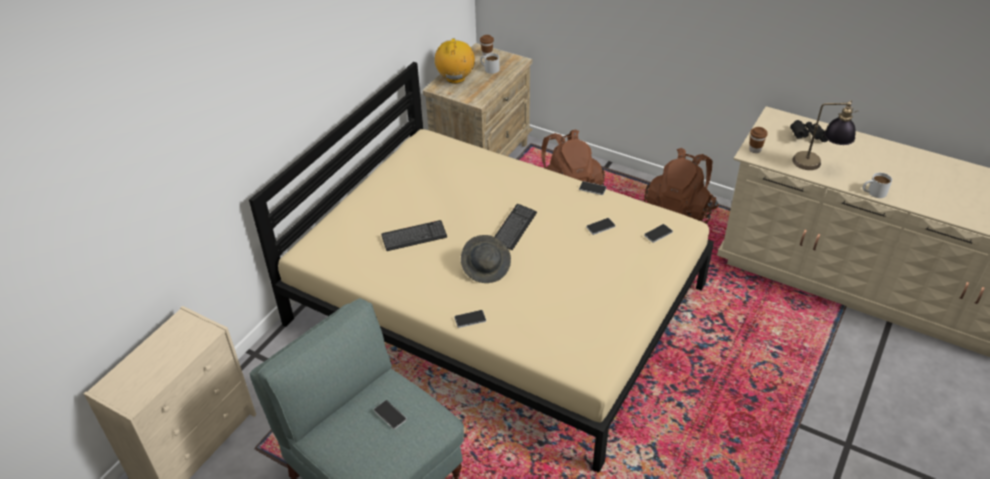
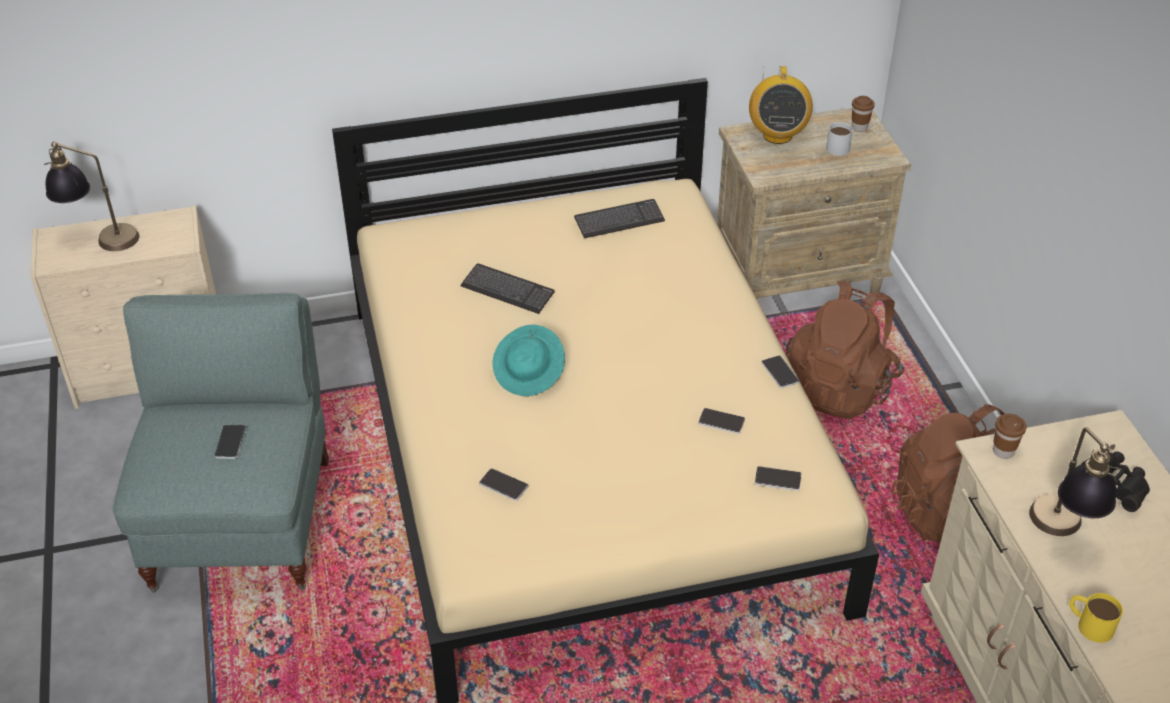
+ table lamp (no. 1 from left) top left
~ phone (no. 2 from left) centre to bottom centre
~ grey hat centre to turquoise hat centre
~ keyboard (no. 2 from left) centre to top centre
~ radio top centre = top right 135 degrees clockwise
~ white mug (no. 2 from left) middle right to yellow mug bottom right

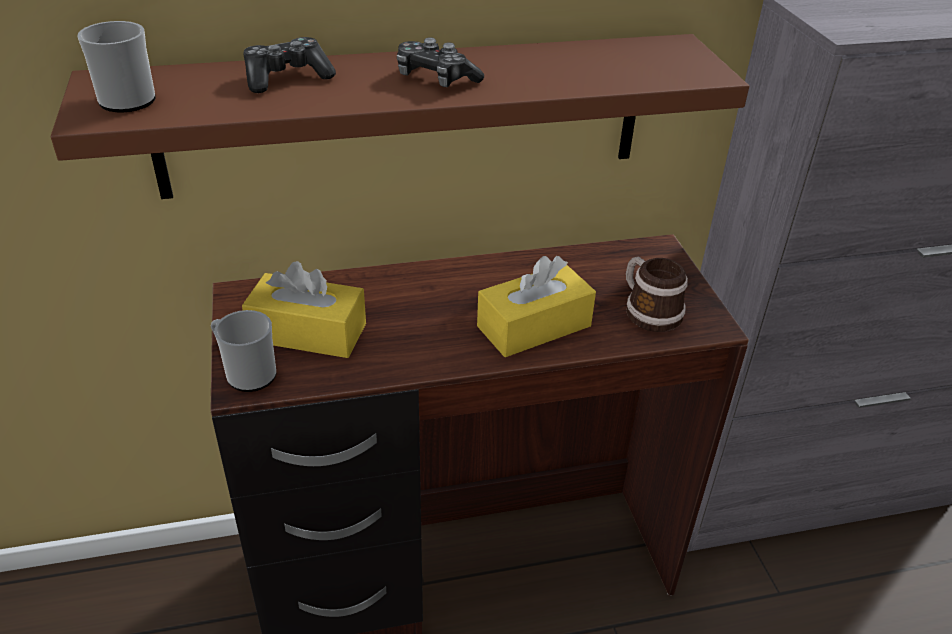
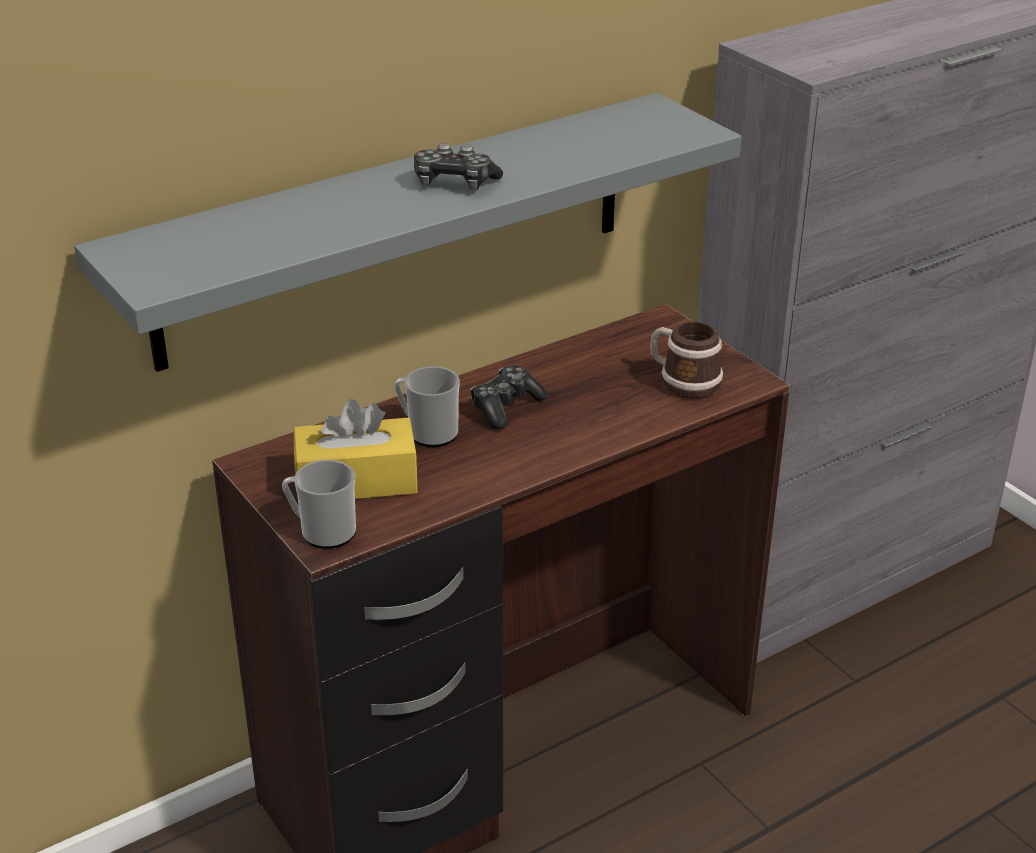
~ brown shelf top centre to grey shelf top centre
~ mug (no. 1 from left in the first image) top left to mug (no. 2 from left) centre
~ game controller (no. 1 from left in the first image) top left to game controller (no. 2 from left) centre
- yellow tissue box (no. 2 from left) centre

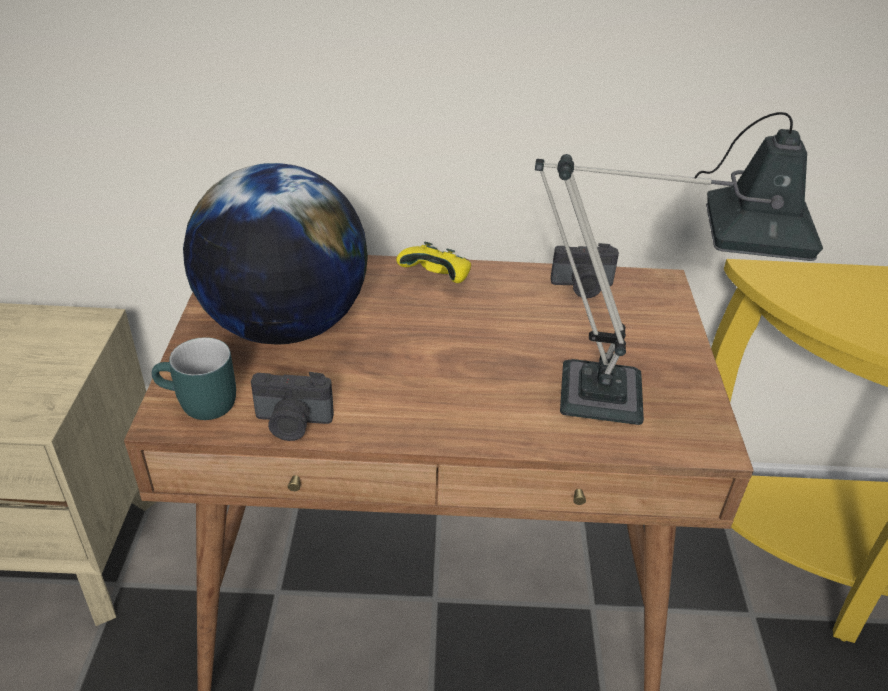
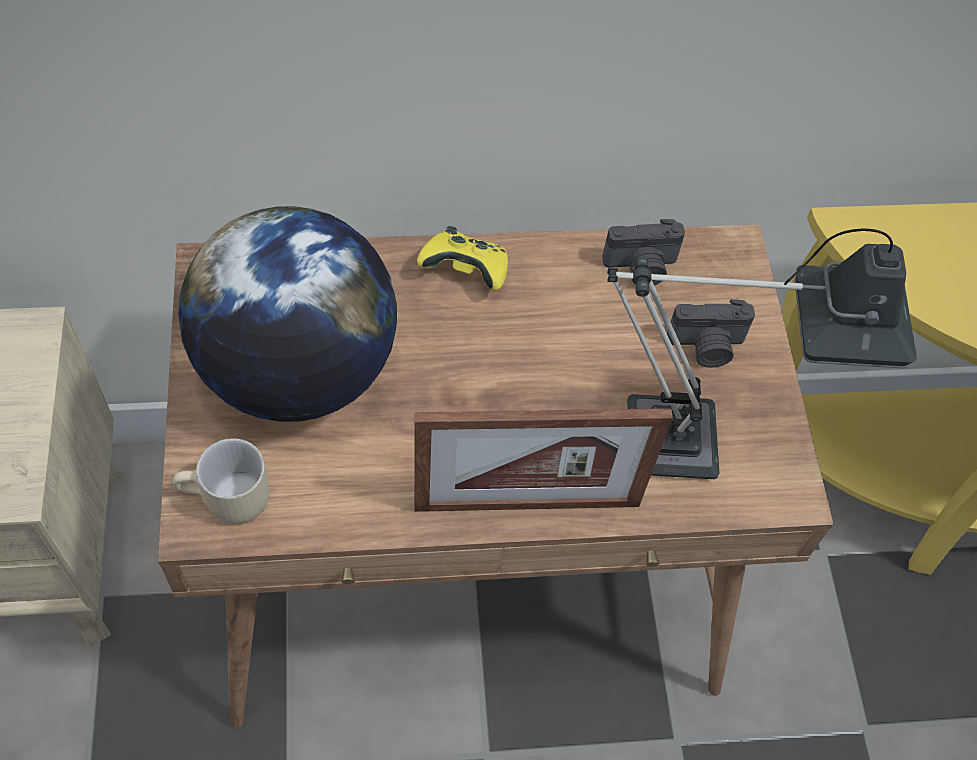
~ turquoise mug middle left to beige mug middle left
+ picture frame centre
~ photo camera (no. 1 from left in the first image) middle left to photo camera (no. 2 from left) middle right

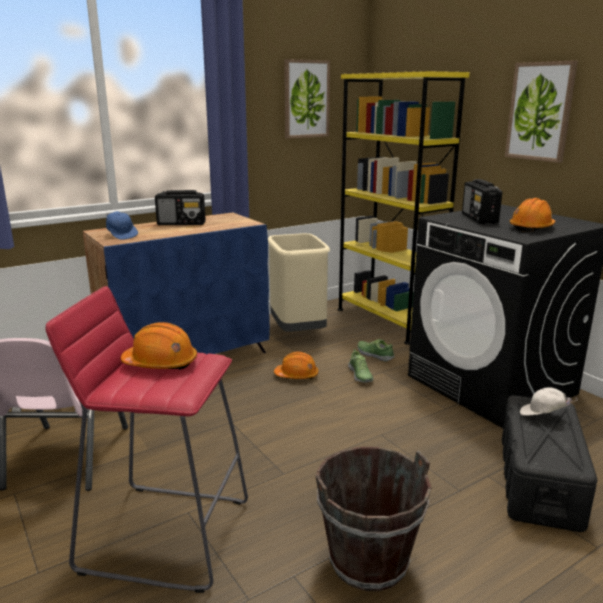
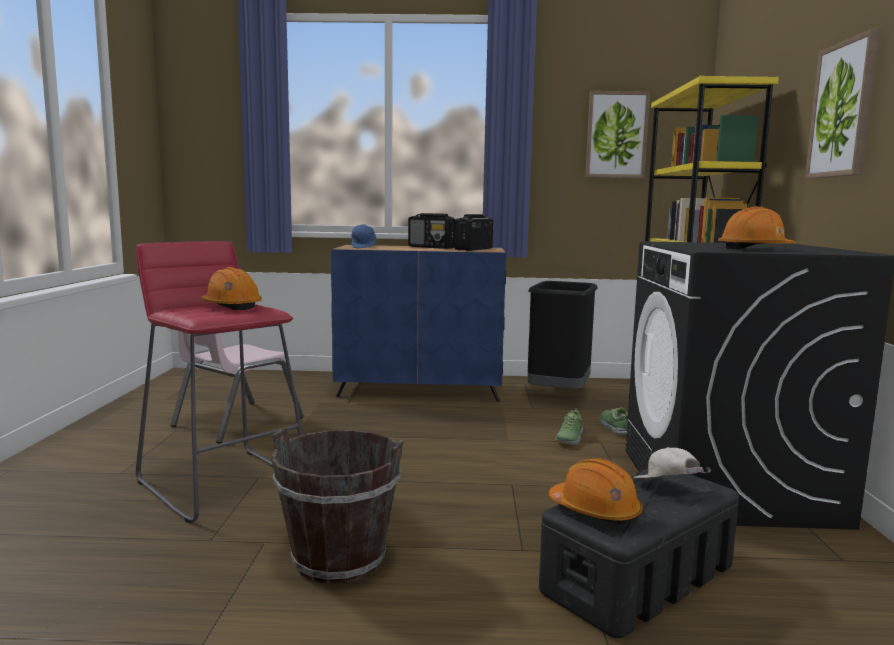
~ radio (no. 2 from left) middle right to centre
~ beige trash can centre to black trash can centre
~ orange hard hat (no. 2 from left) centre to bottom right

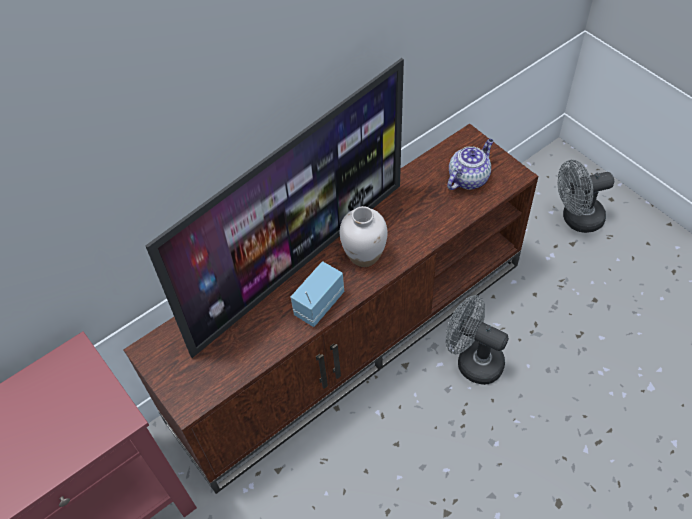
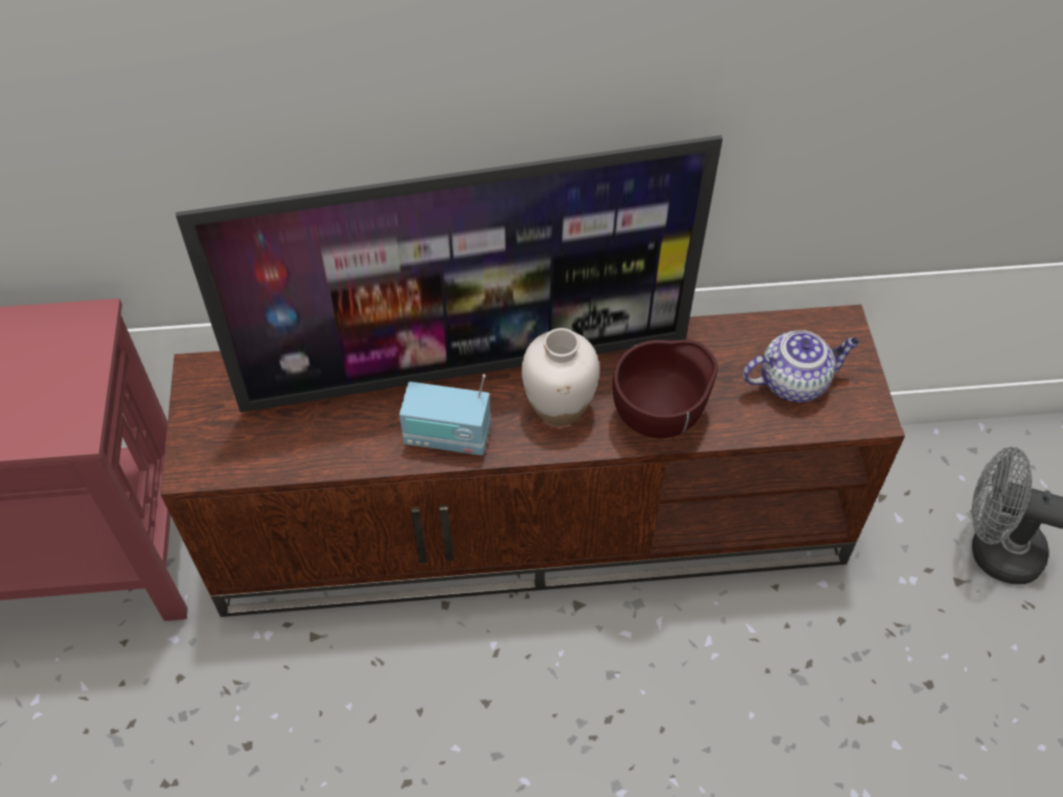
~ radio centre = centre 150 degrees counterclockwise
+ brown bowl centre
- grey fan (no. 1 from left) middle right

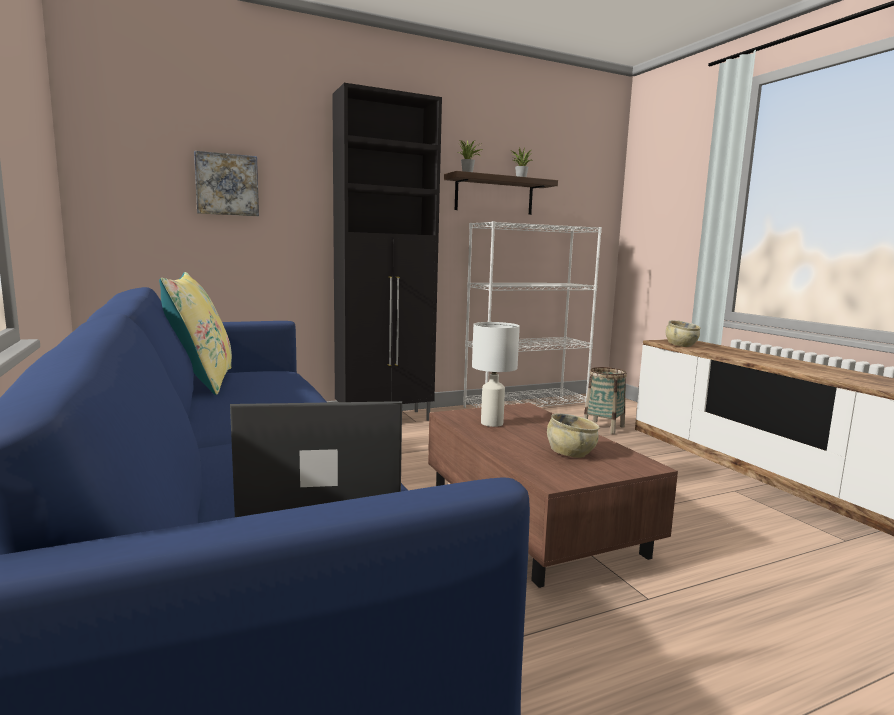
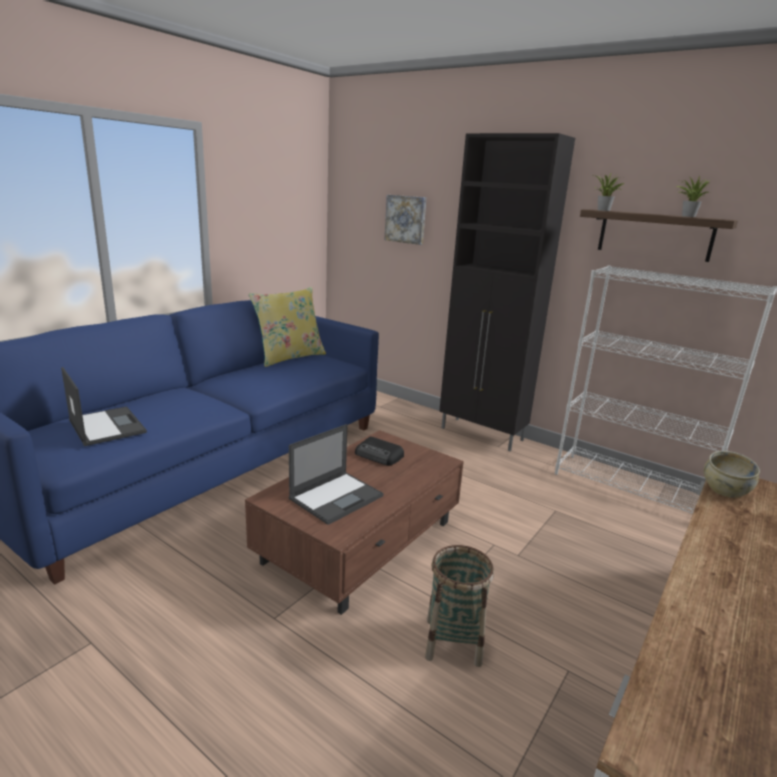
~ beige bowl (no. 1 from left) centre to laptop (no. 2 from left) centre
~ white table lamp centre to radio centre
~ basket middle right to bottom centre

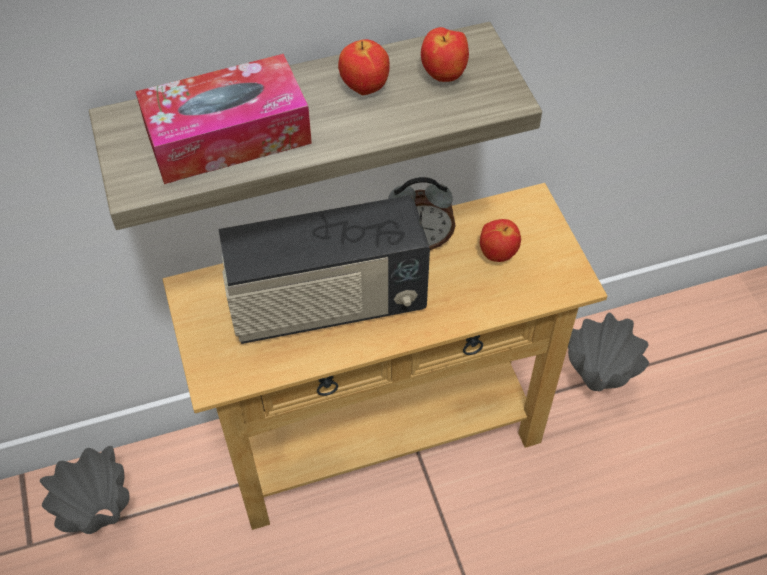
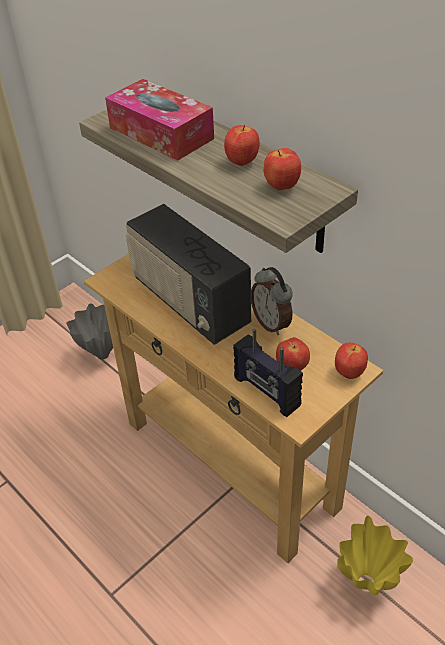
+ radio (no. 2 from left) centre
+ apple (no. 4 from left) middle right
~ grey vase (no. 2 from left) middle right to yellow vase bottom right

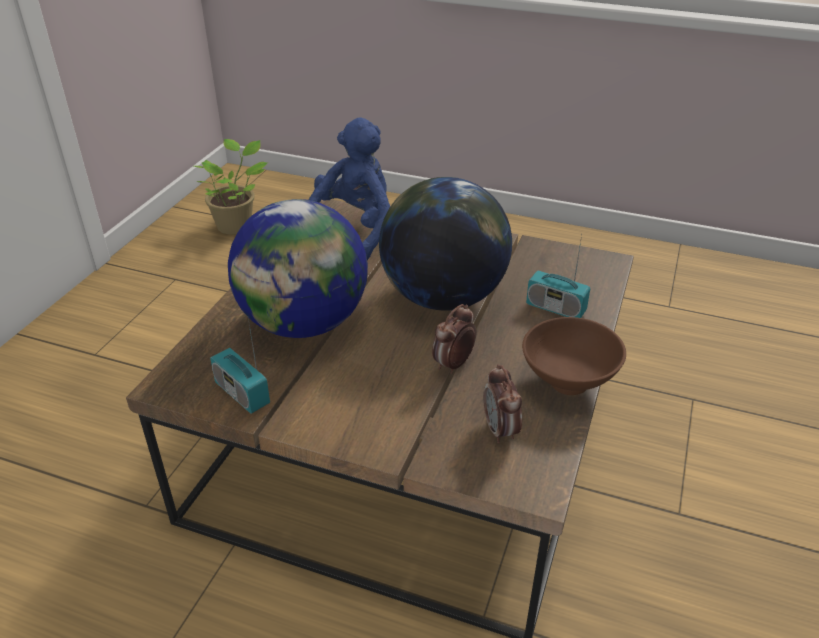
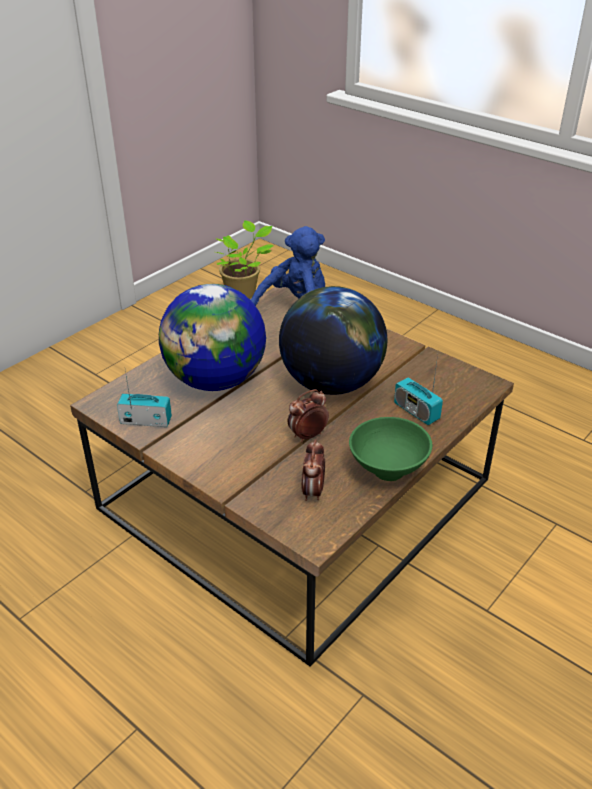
~ radio (no. 1 from left) middle left = middle left 120 degrees clockwise
~ brown bowl middle right to green bowl centre

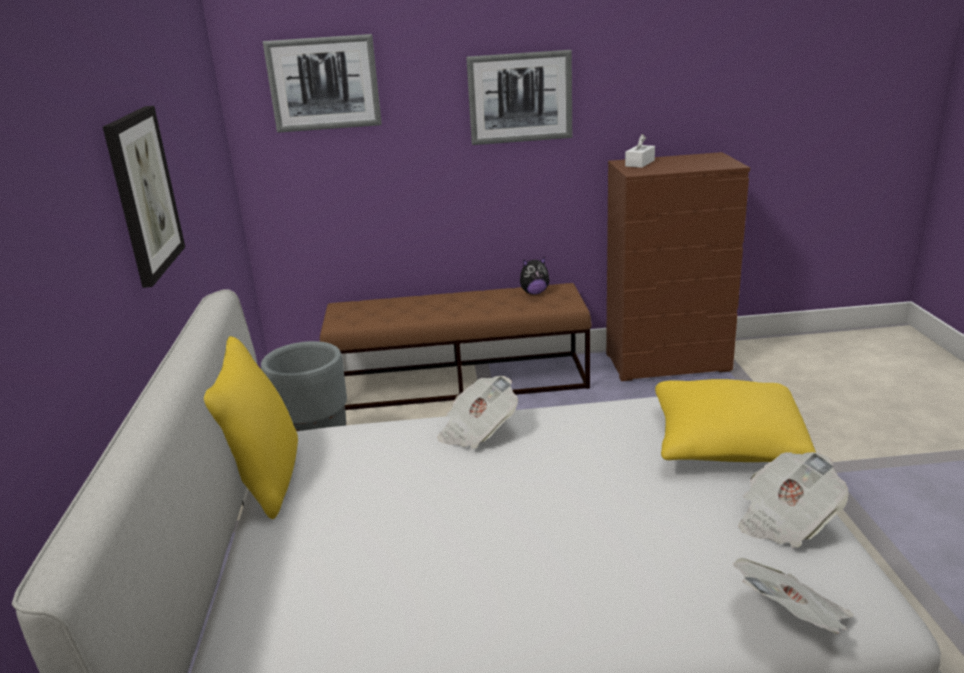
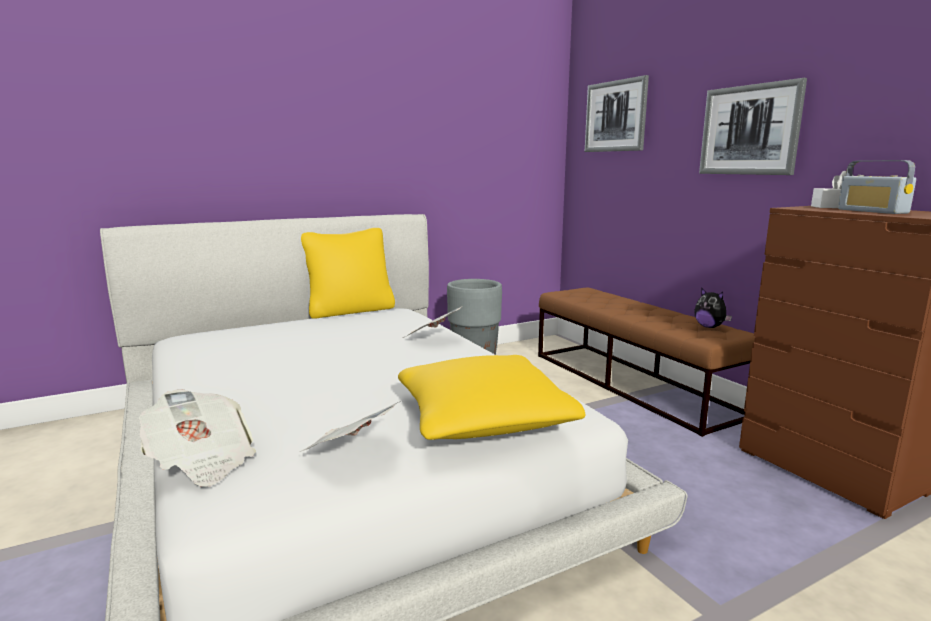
+ radio top right
- picture (no. 1 from left) top left

